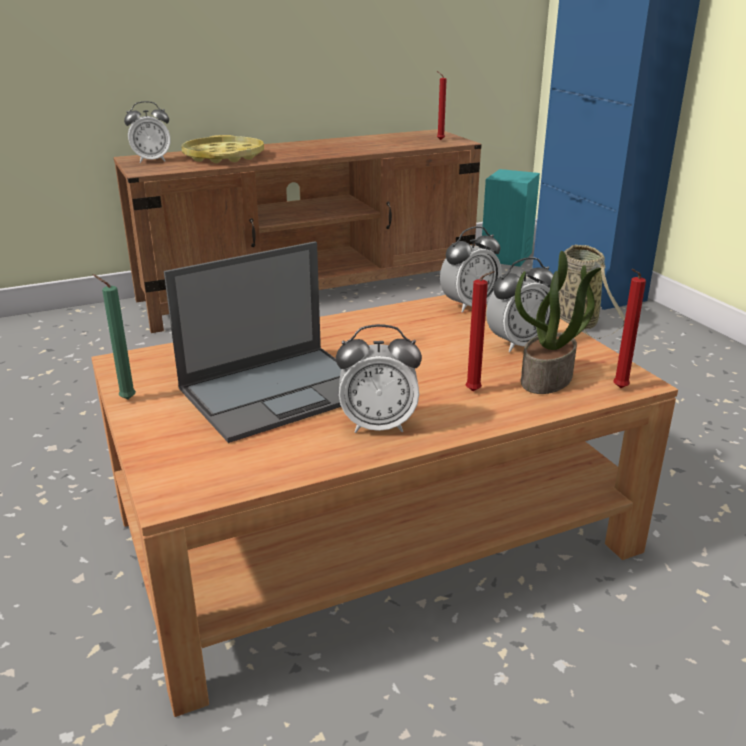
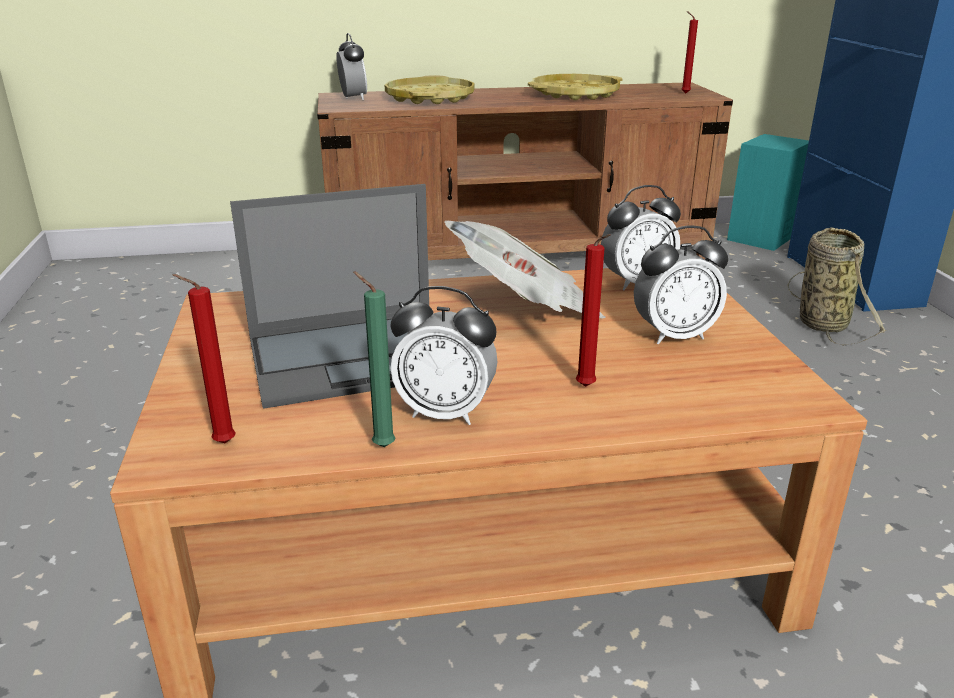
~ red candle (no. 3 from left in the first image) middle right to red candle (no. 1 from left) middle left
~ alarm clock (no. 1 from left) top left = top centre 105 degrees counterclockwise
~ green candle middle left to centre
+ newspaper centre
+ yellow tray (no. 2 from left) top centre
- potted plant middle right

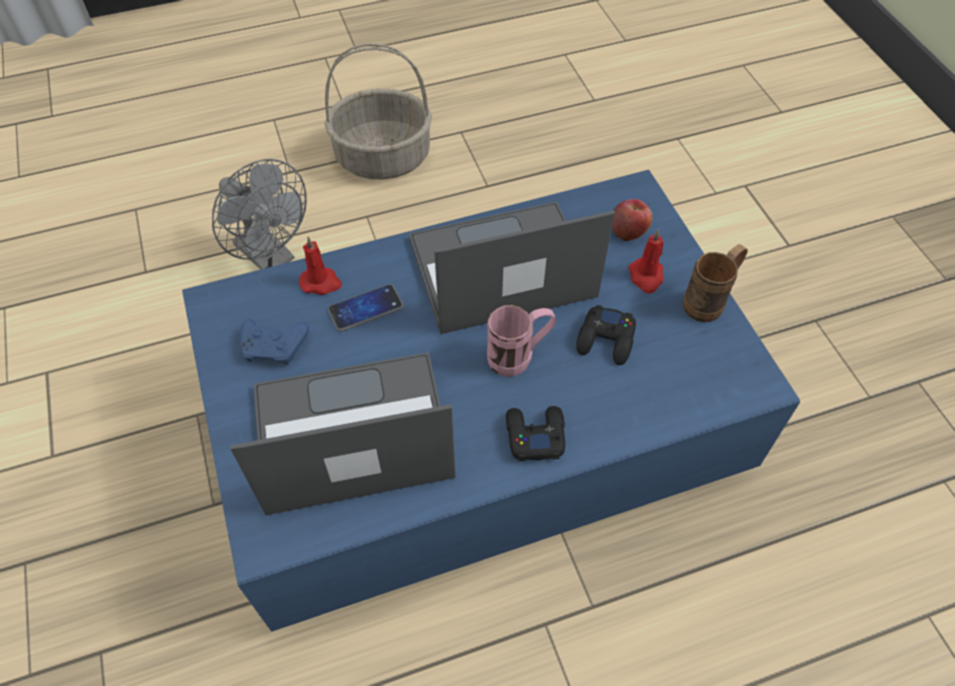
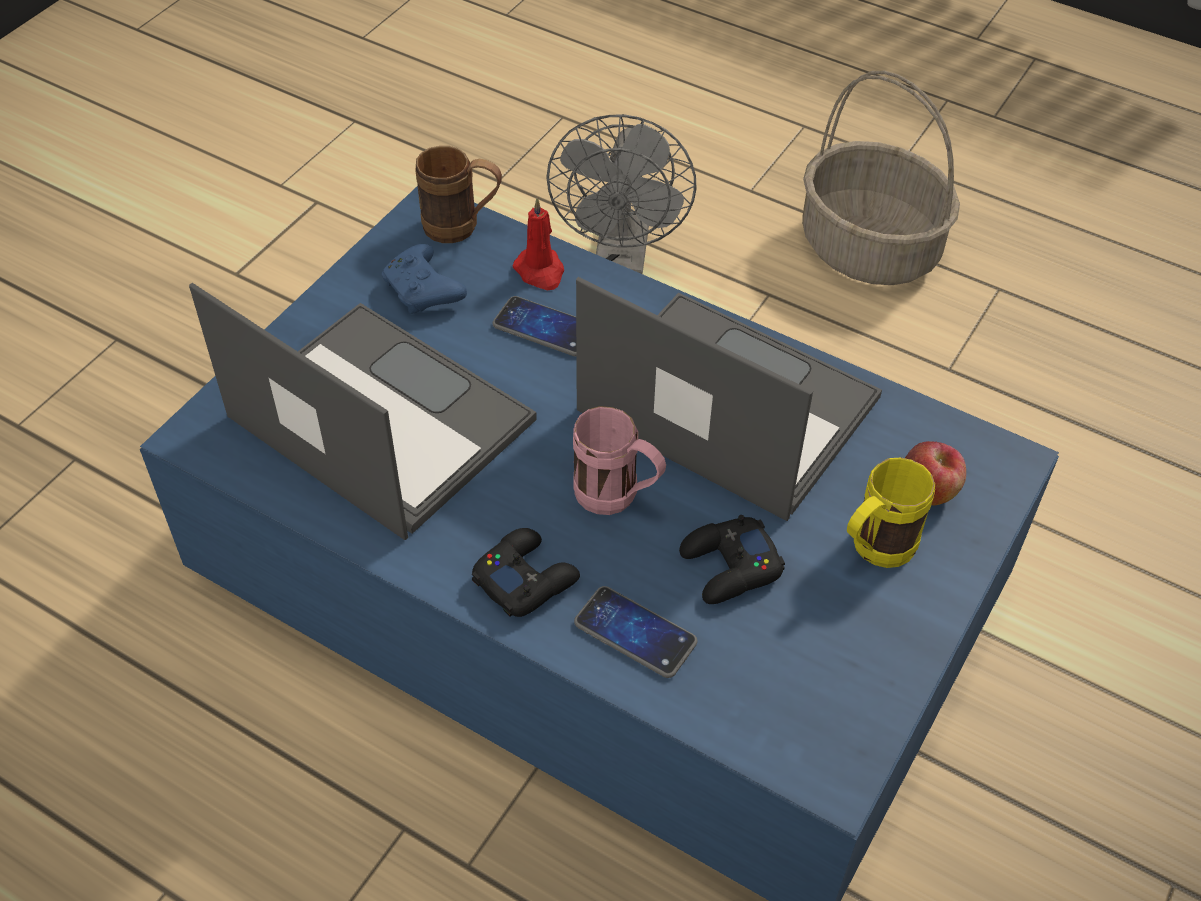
~ brown mug middle right to top centre
+ phone (no. 2 from left) bottom centre
~ red candle (no. 2 from left) middle right to yellow mug middle right

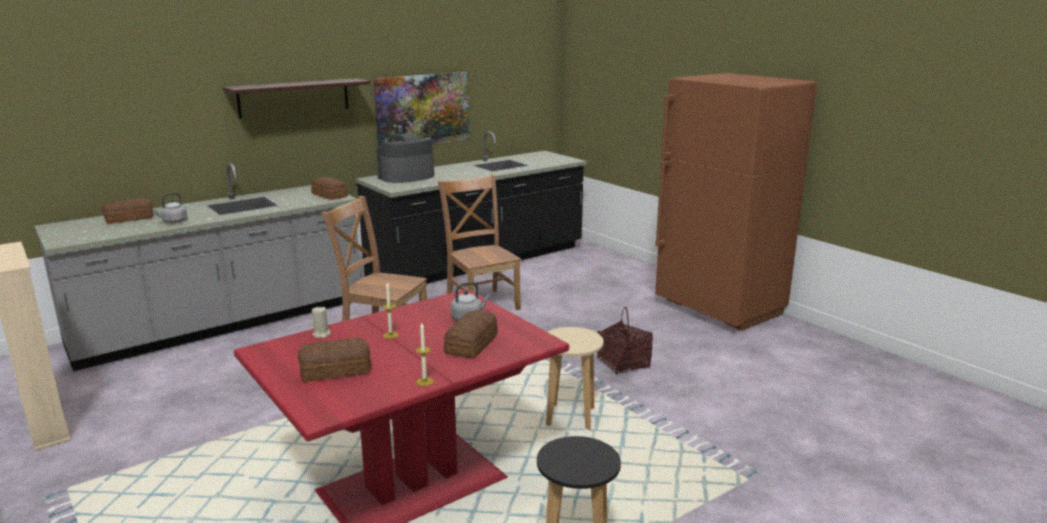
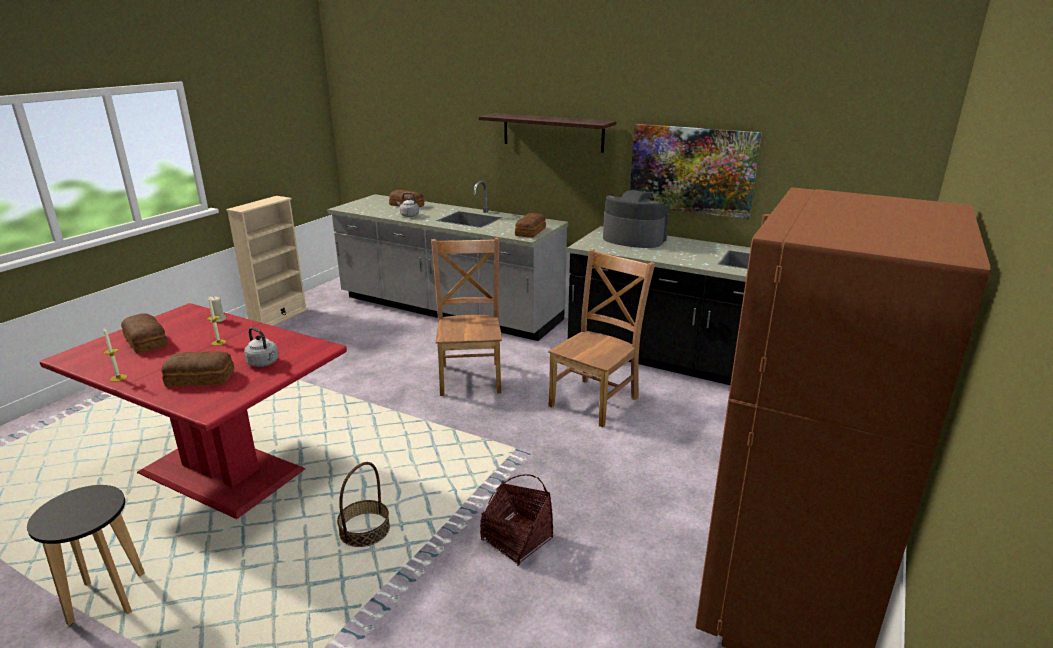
~ beige stool bottom centre to basket (no. 1 from left) bottom centre

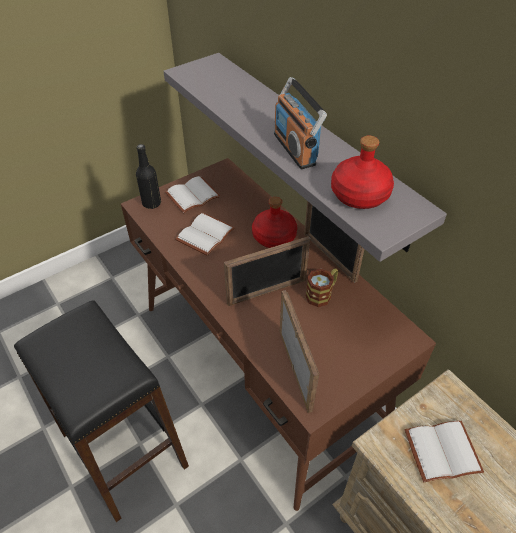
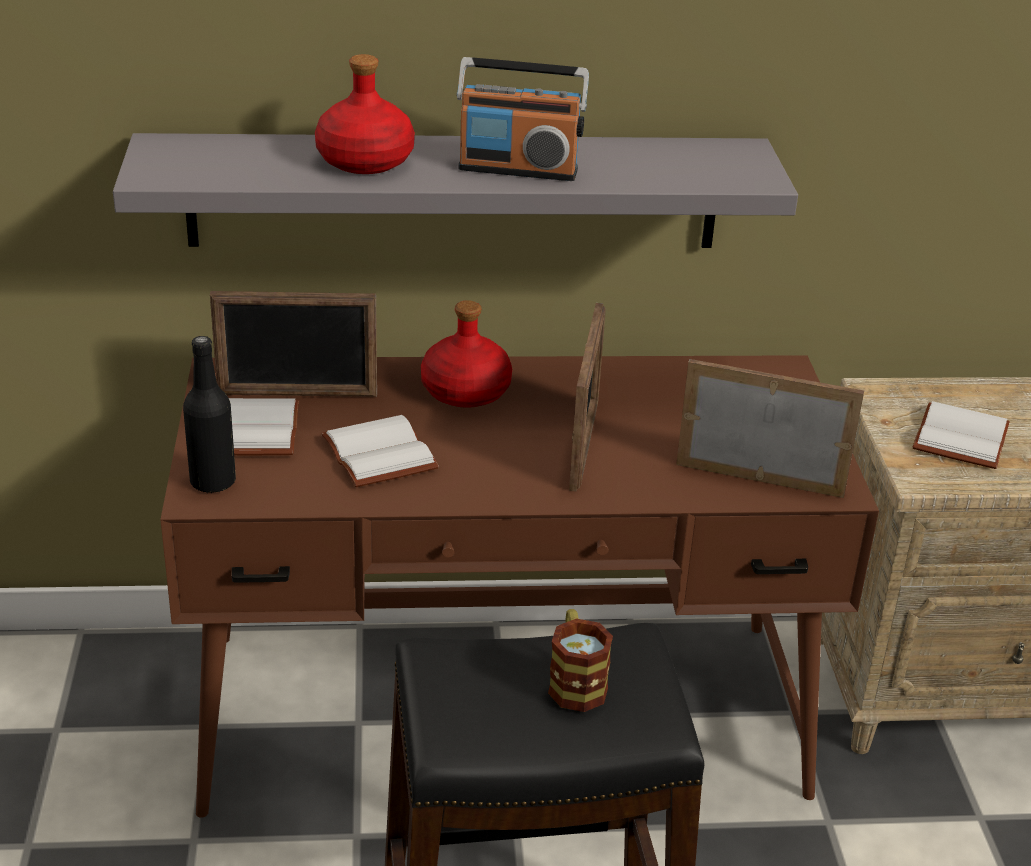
~ picture frame (no. 3 from left in the first image) centre to picture frame (no. 1 from left) middle left
~ red bottle (no. 2 from left in the first image) top right to red bottle (no. 1 from left) top centre
~ mug centre to bottom centre

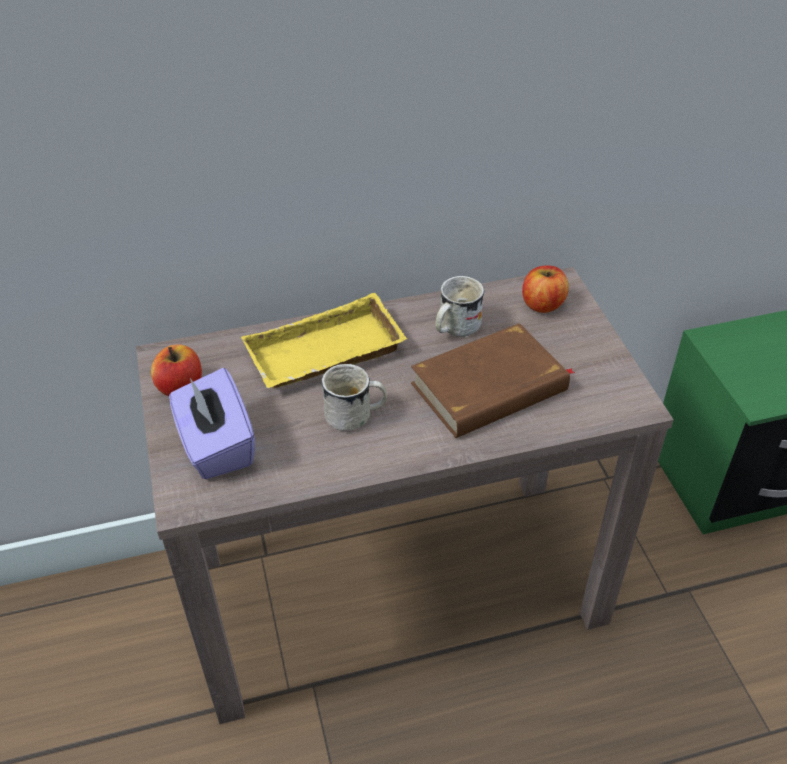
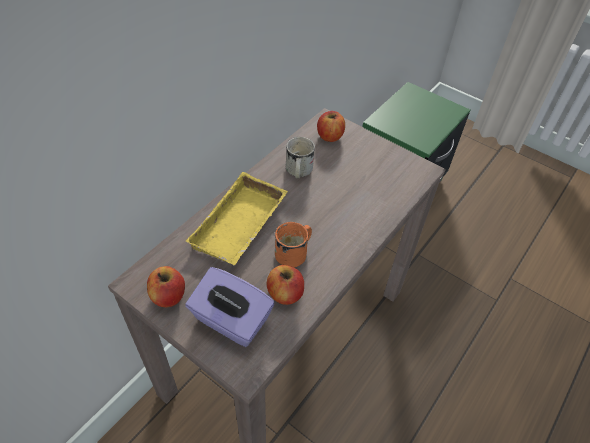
+ apple (no. 2 from left) centre
~ white mug (no. 1 from left) centre to orange mug centre
- brown book centre

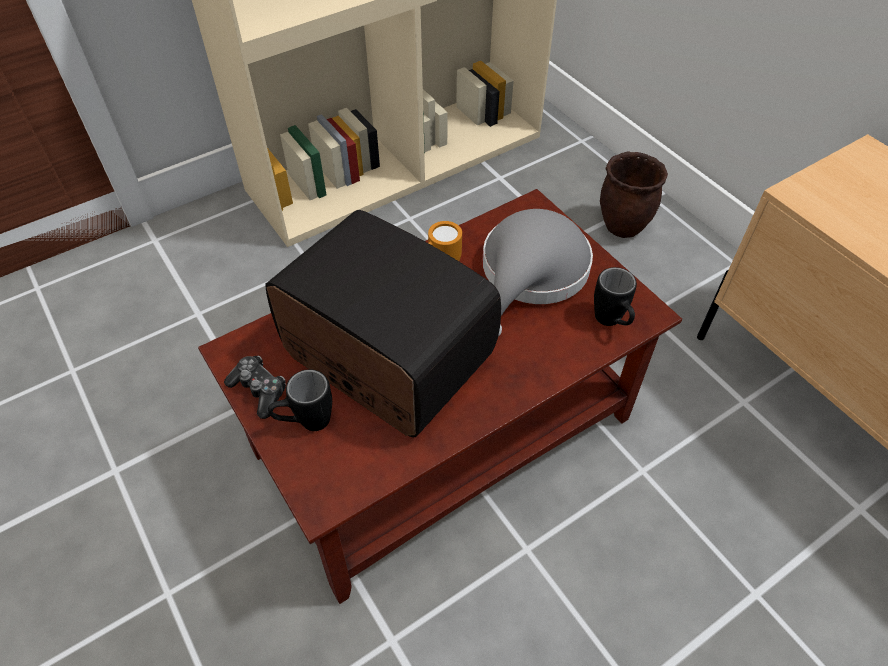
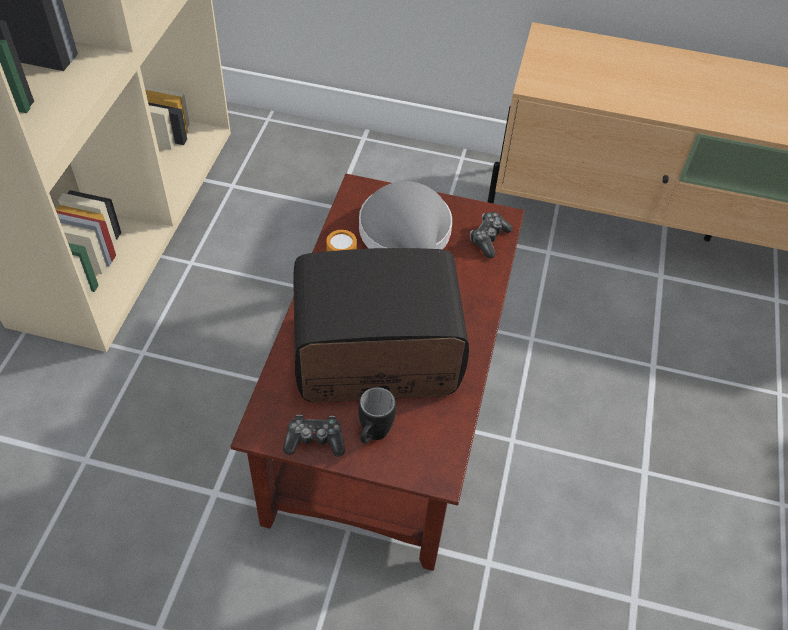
~ black mug (no. 2 from left) middle right to game controller (no. 2 from left) centre
- brown planter top right

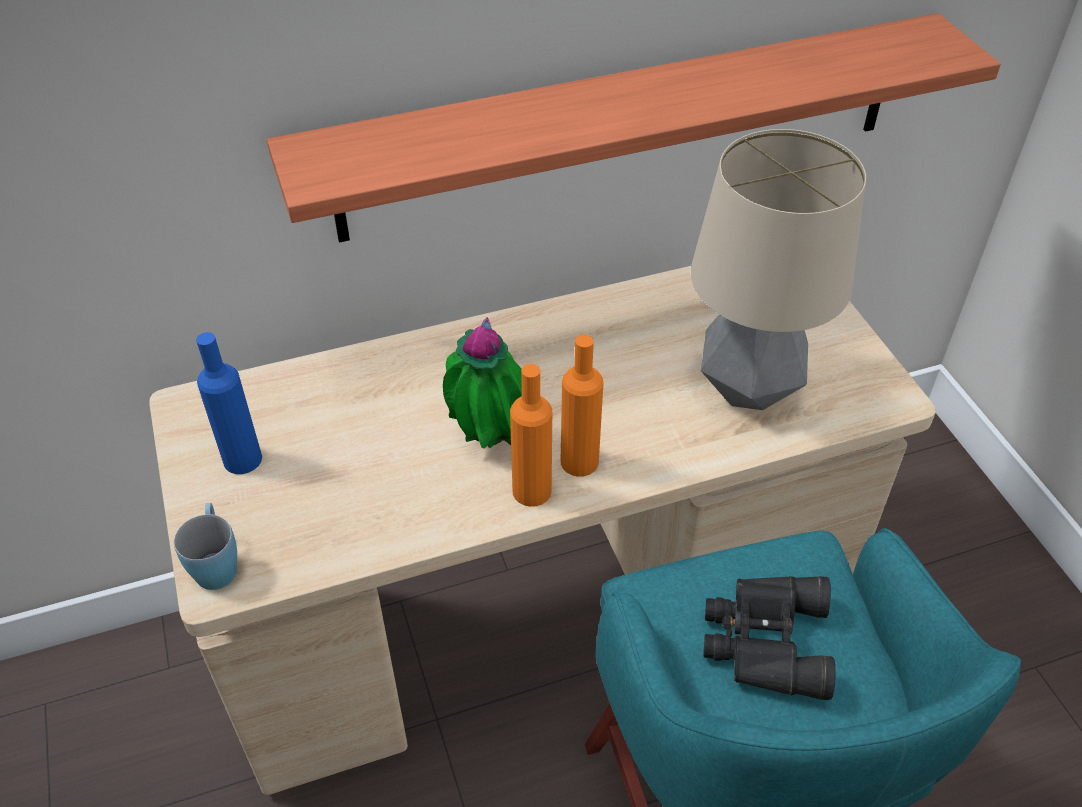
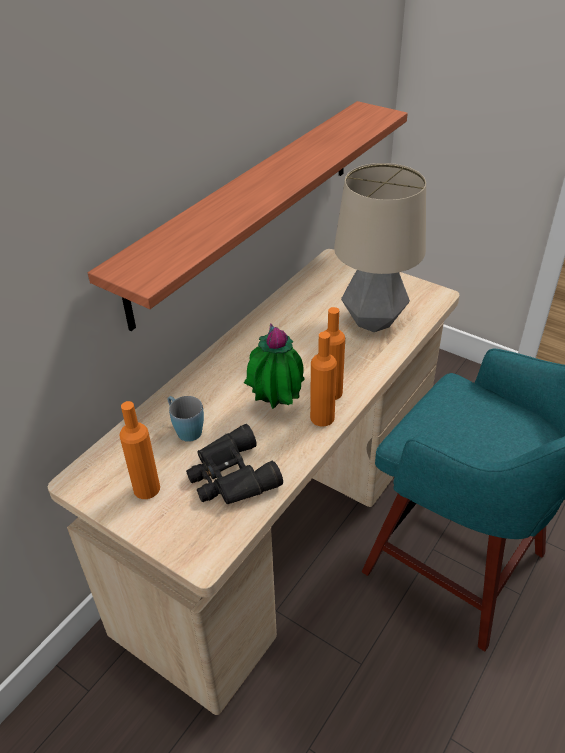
~ blue bottle middle left to orange bottle (no. 1 from left) middle left
~ blue mug bottom left to middle left
~ black binoculars bottom right to centre

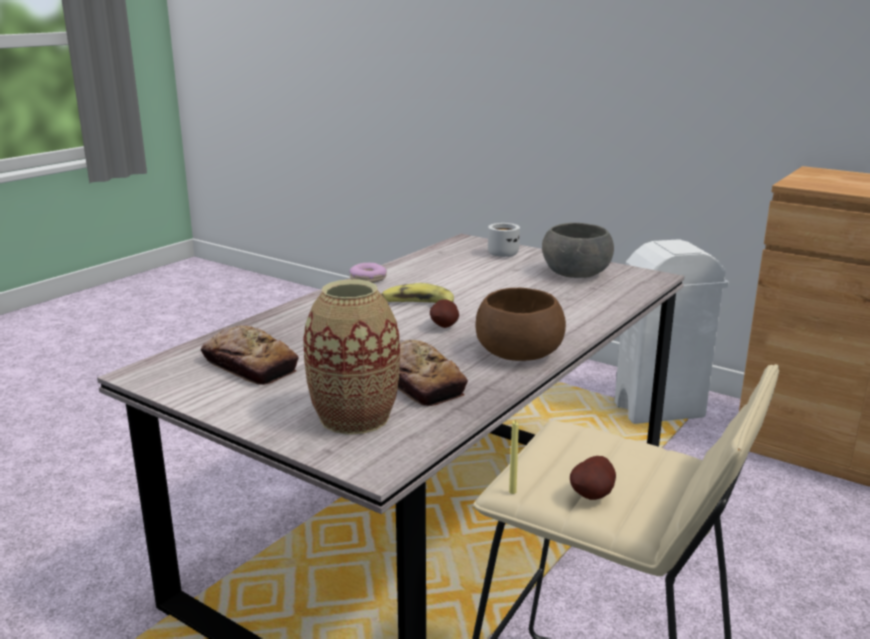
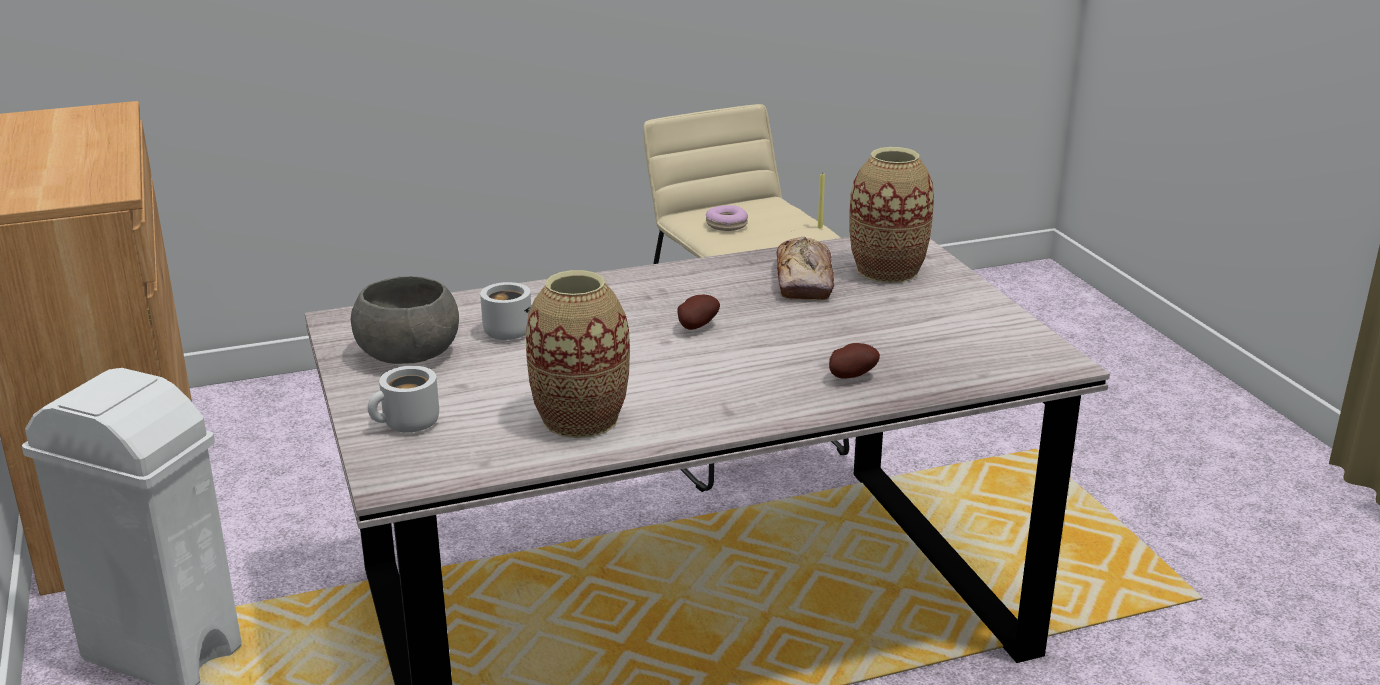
+ white mug (no. 2 from left) centre
+ vase (no. 1 from left) centre
~ donut centre to top centre
~ potato (no. 2 from left) bottom right to centre
- bread (no. 1 from left) middle left
- banana centre
- brown bowl centre

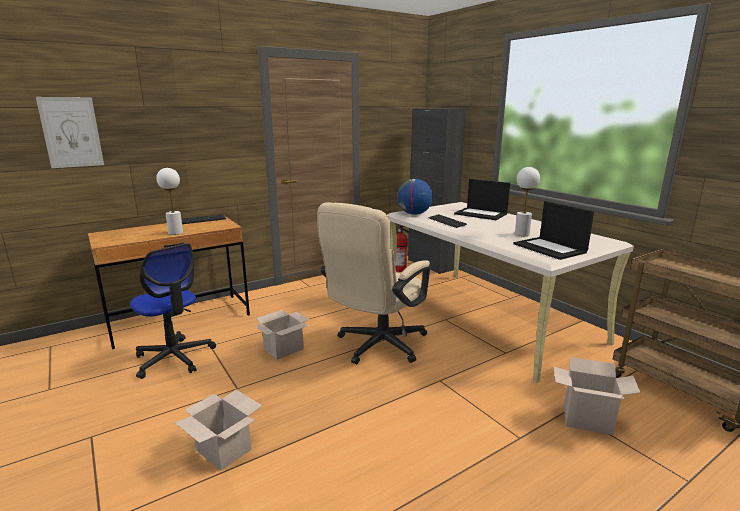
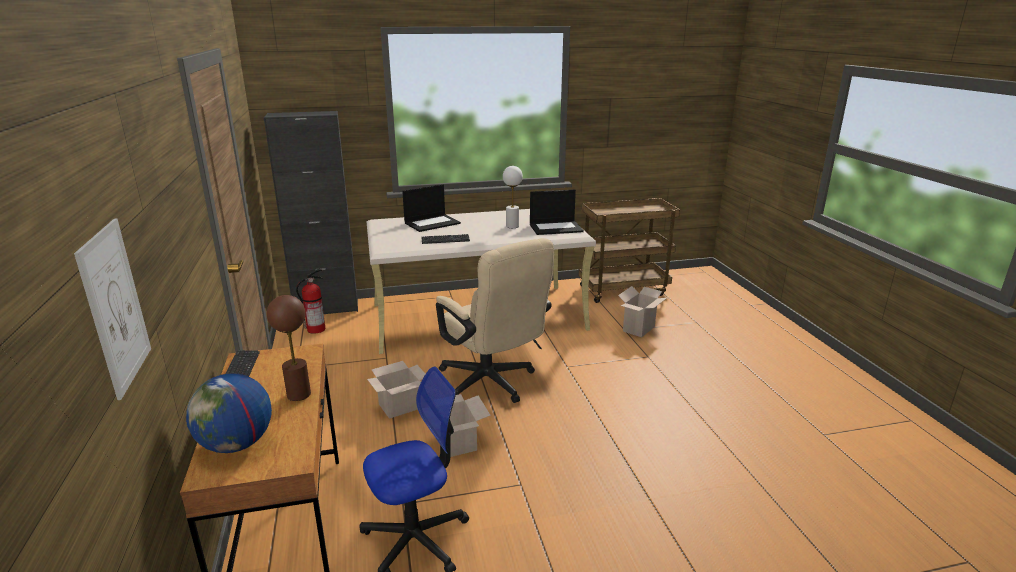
~ globe centre to bottom left
~ white table lamp (no. 1 from left) middle left to brown table lamp middle left
~ cardboard box (no. 1 from left) bottom left to bottom centre

